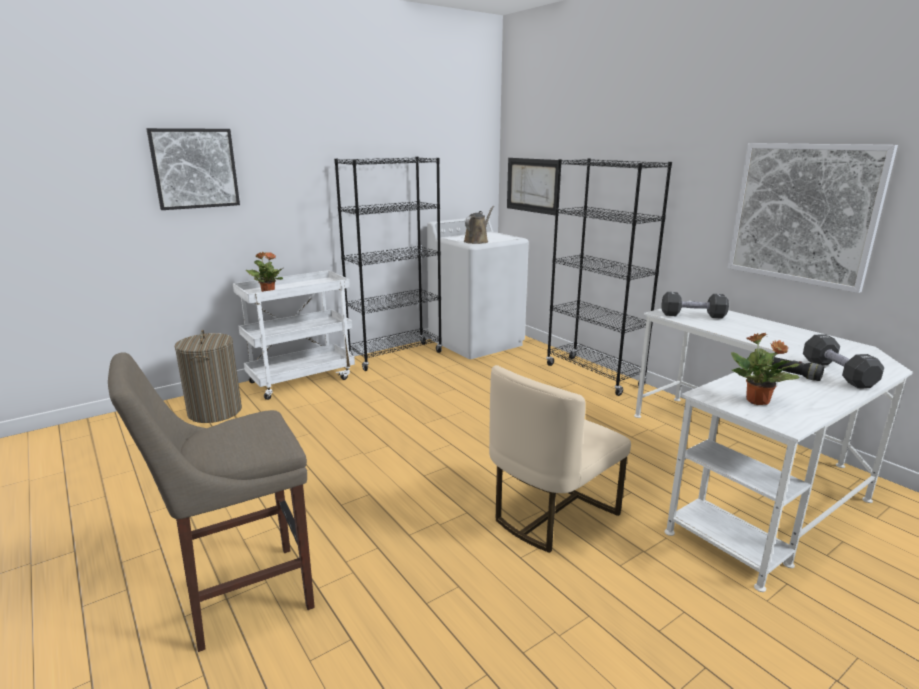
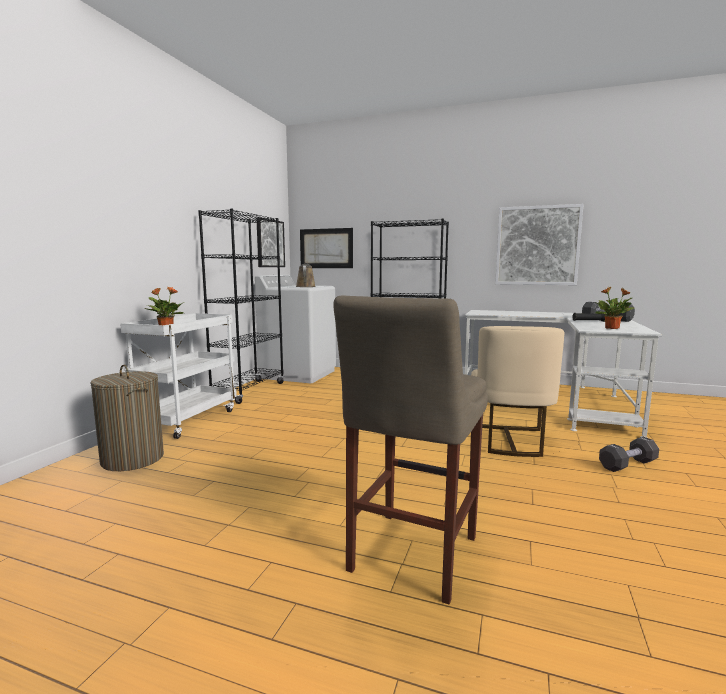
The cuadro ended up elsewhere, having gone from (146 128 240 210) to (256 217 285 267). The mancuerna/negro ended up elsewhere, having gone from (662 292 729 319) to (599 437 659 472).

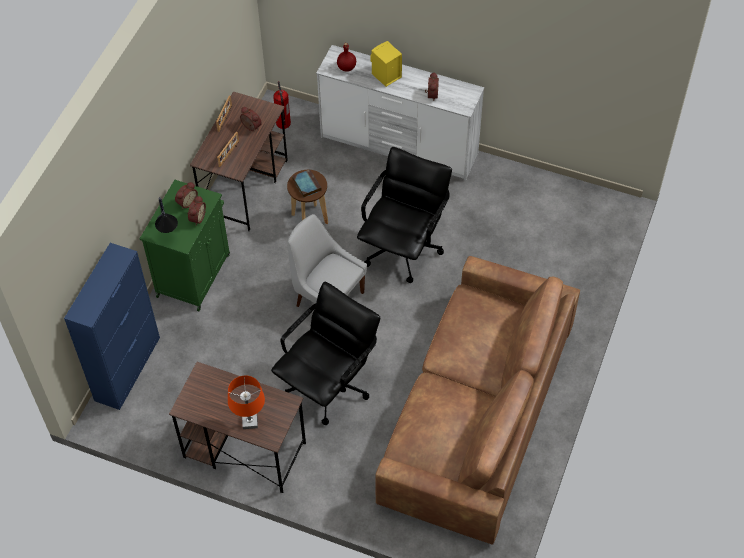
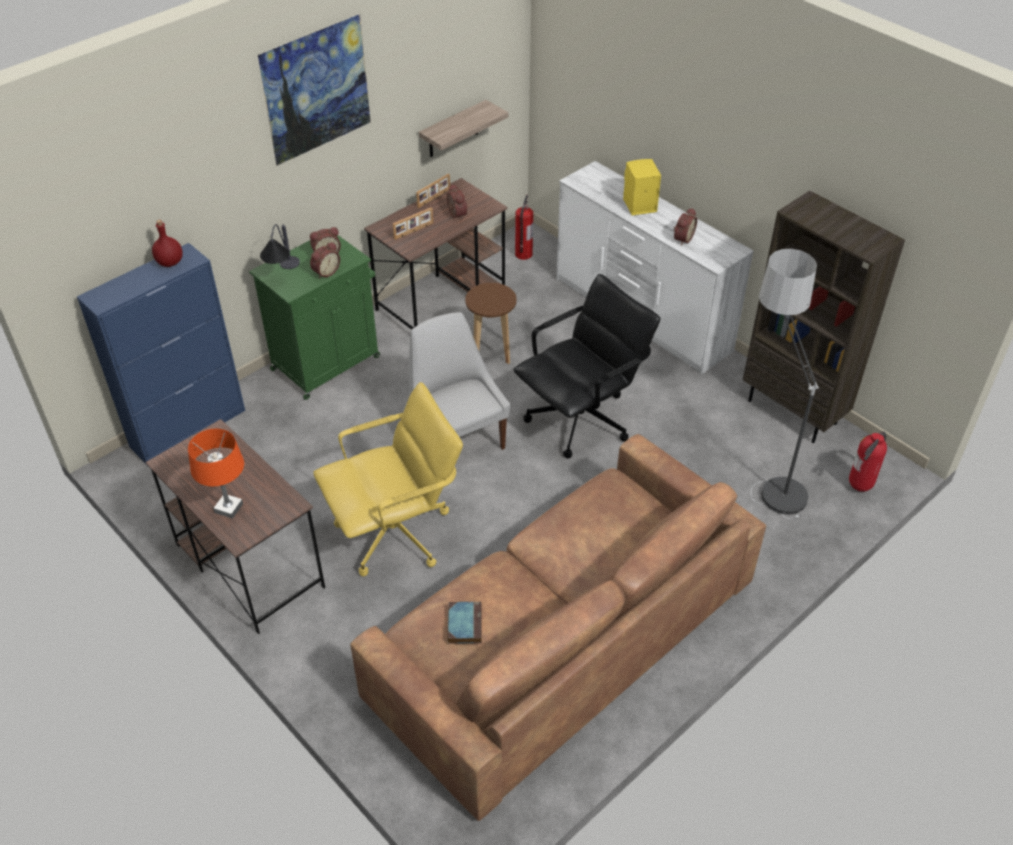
The botella/rojo ended up elsewhere, having gone from (337 43 356 72) to (152 220 183 267). The second view gained the cuadro at (258 14 371 166). What was the silla de oficina/negro at (271 282 380 425) turned into the silla de oficina/amarillo at (313 382 463 577). The second view gained the estante at (419 100 508 157). The libro ended up elsewhere, having gone from (293 170 322 198) to (448 602 482 644). The second view gained the estantería/marrón at (743 191 905 443). The second view gained the lámpara de pie at (751 249 819 519). The second view gained the extintor at (849 431 887 492).

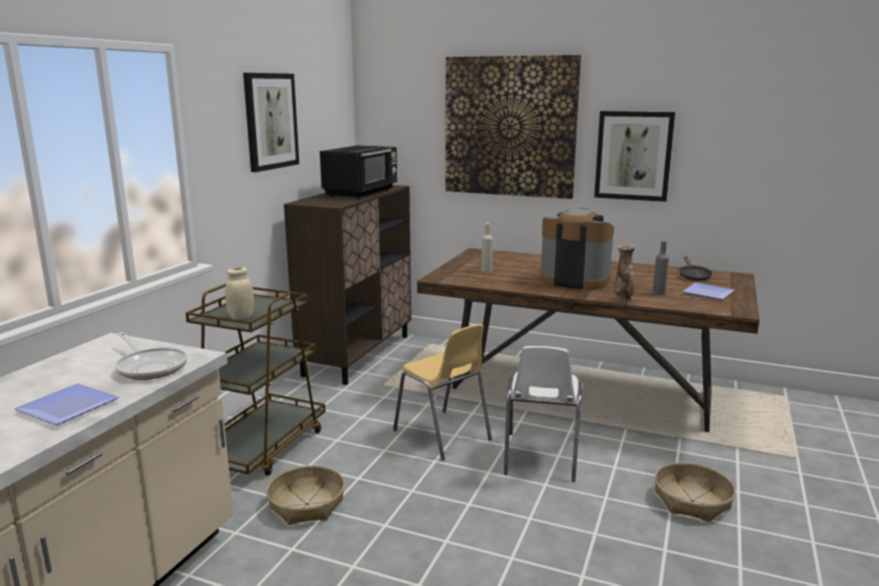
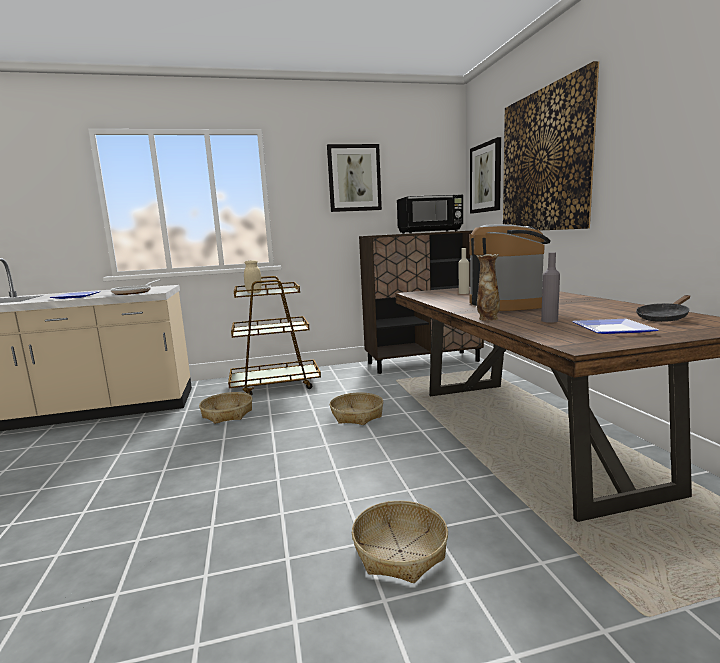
Where the silla/amarillo stood at (393 324 492 460), the cesta came to stand at (330 392 383 425). The cuadro ended up elsewhere, having gone from (594 111 675 202) to (470 137 501 214). The second view lost the silla/blanco at (504 346 583 482).

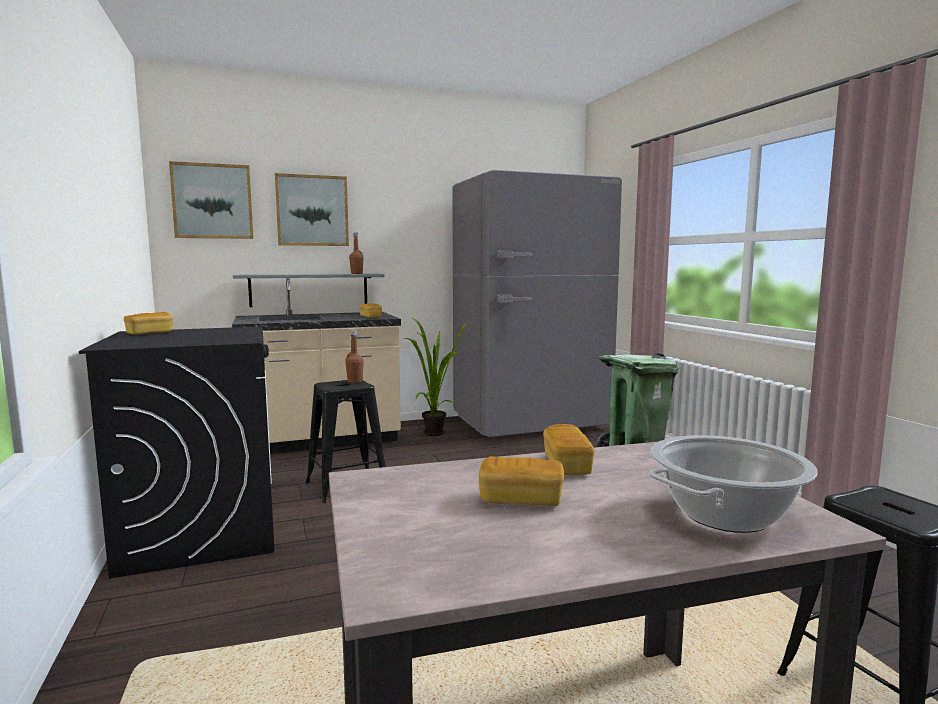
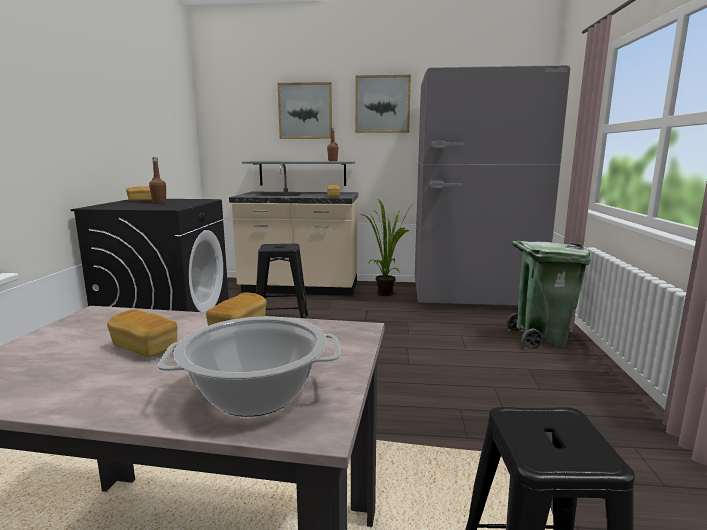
The botella/marrón ended up elsewhere, having gone from (345 330 364 383) to (149 157 166 204). The cuadro ended up elsewhere, having gone from (169 161 253 239) to (355 75 411 133).

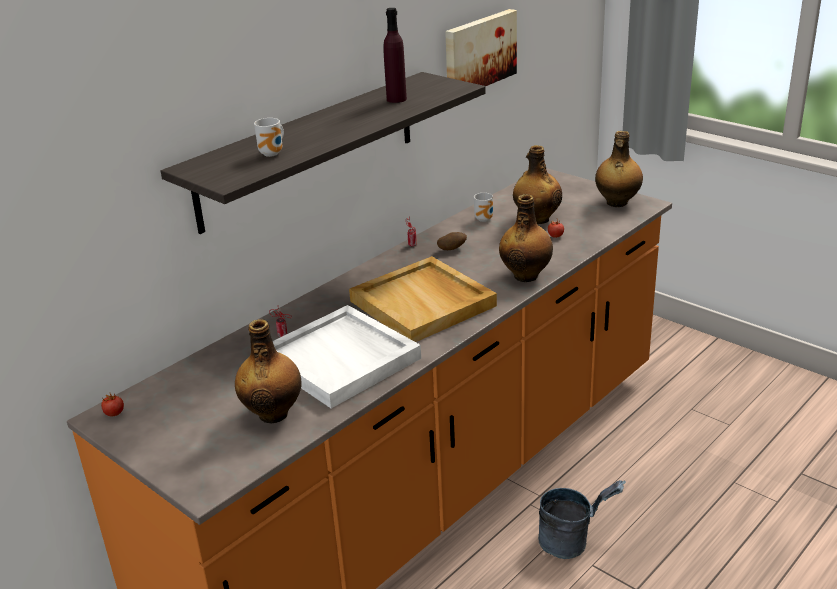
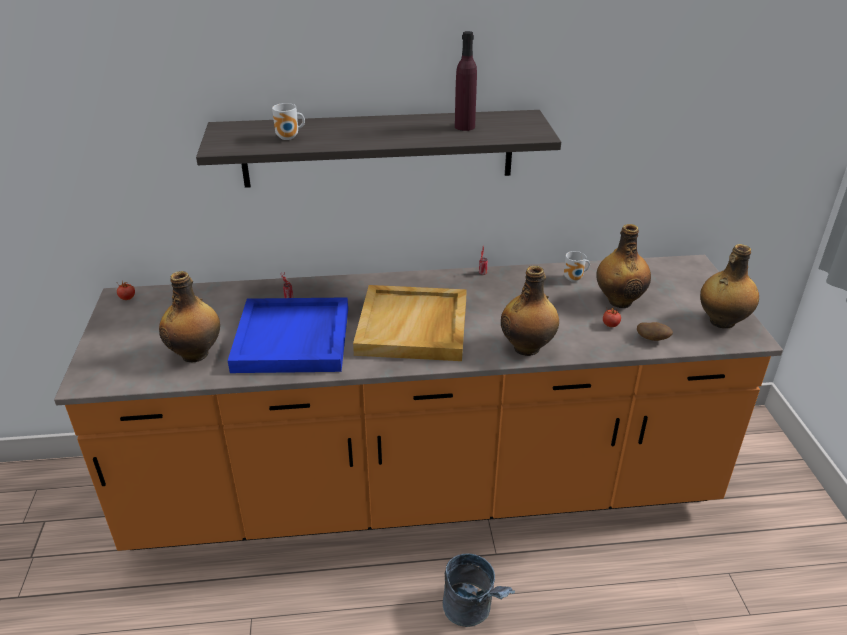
What was the bandeja/blanco at (273 305 421 408) turned into the bandeja/azul at (228 297 348 373). The patata ended up elsewhere, having gone from (437 232 467 250) to (637 322 673 341). The second view lost the cuadro at (445 9 517 86).

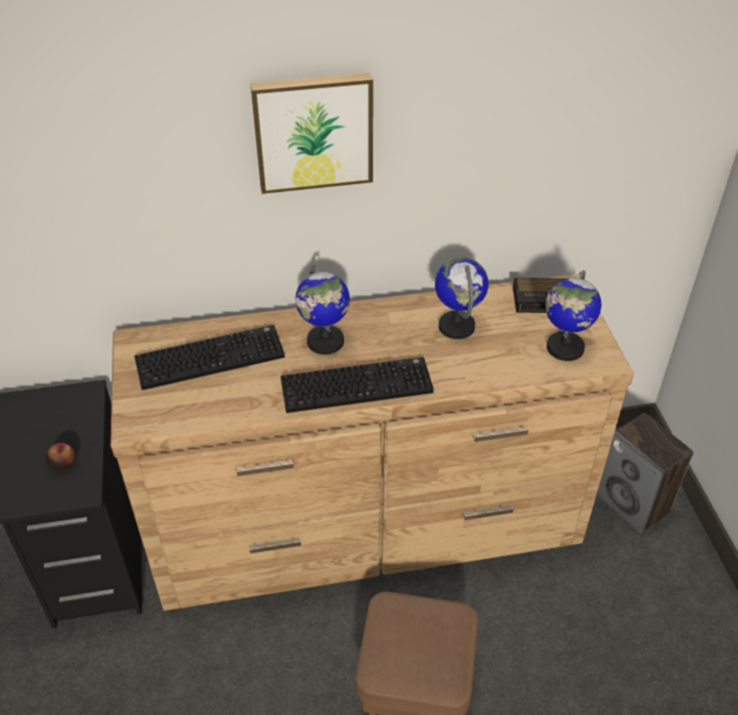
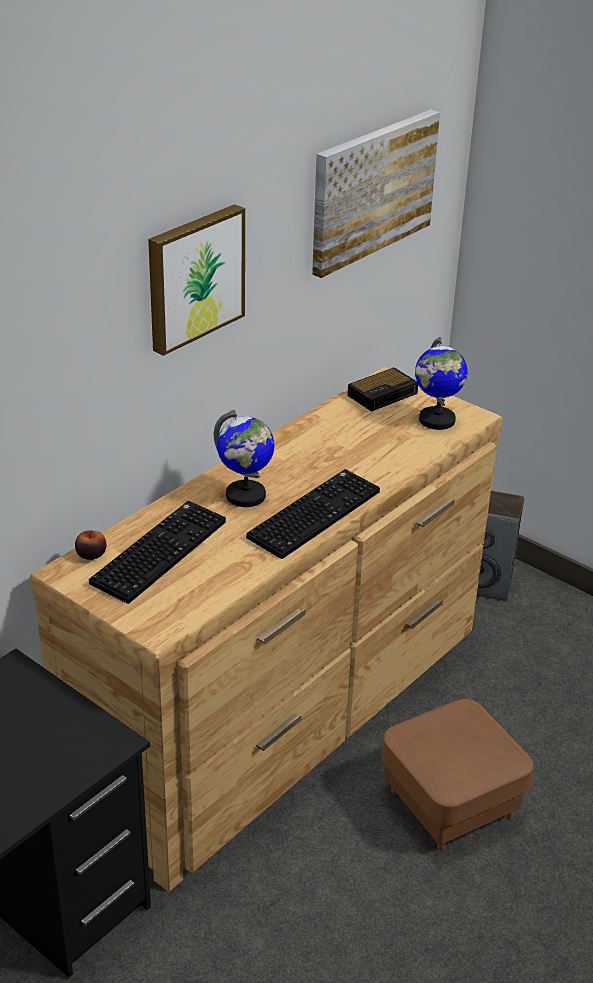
The manzana ended up elsewhere, having gone from (46 443 75 470) to (75 530 107 560). The second view gained the cuadro at (312 110 440 278). The second view lost the globo terráqueo at (435 257 489 339).

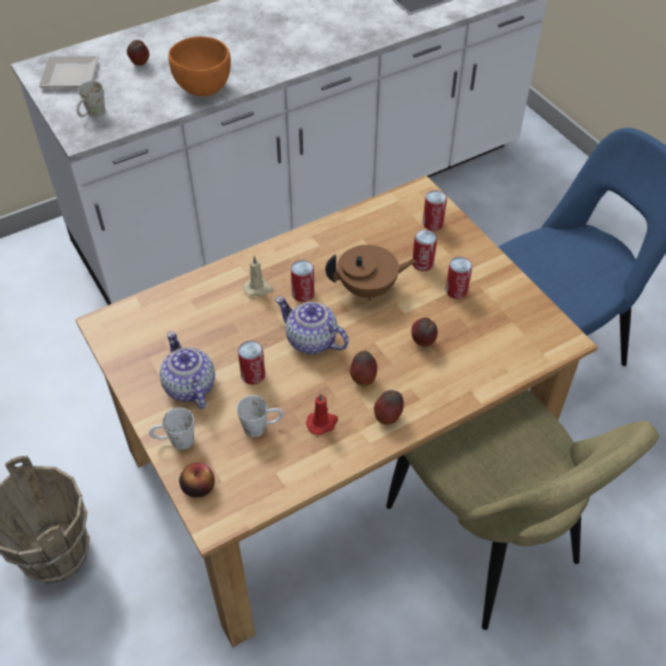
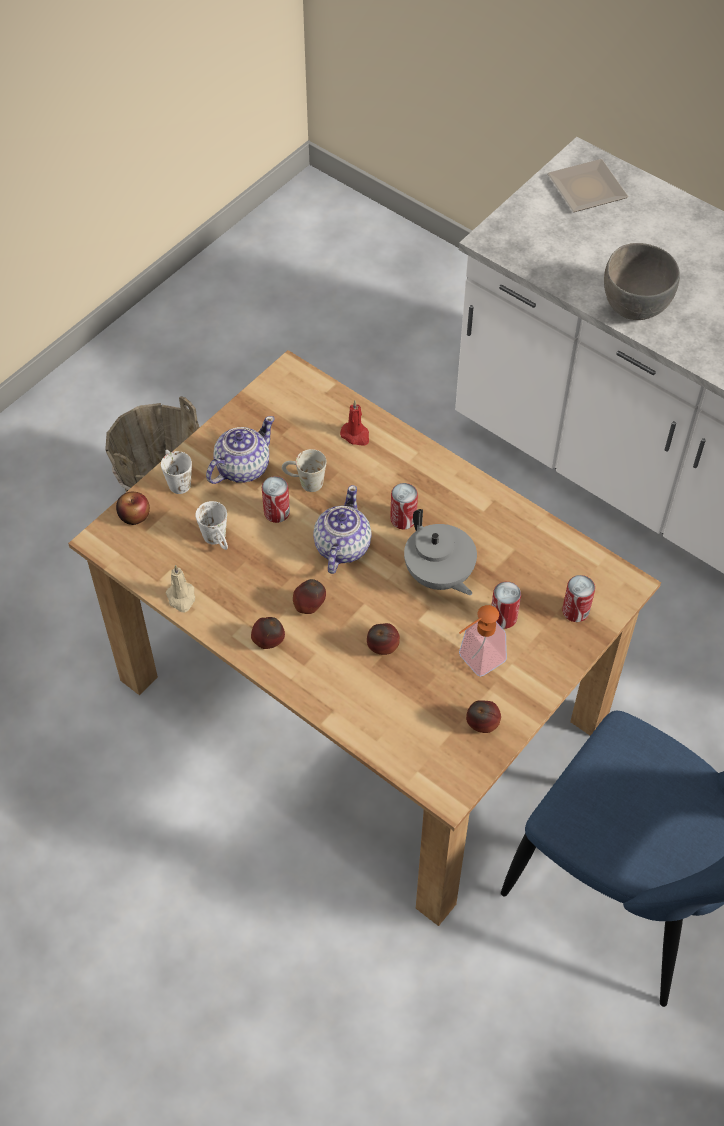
The vela/beis ended up elsewhere, having gone from (244 256 273 296) to (166 565 195 612). The taza grande/blanco ended up elsewhere, having gone from (76 81 105 117) to (282 449 327 492). The vela/rojo ended up elsewhere, having gone from (306 393 338 435) to (340 400 369 446). What was the tetera/marrón at (325 245 415 301) turned into the tetera/gris at (404 509 477 595). Where the lata stood at (446 257 472 299), the dispensador de jabón came to stand at (459 605 507 677). The manzana ended up elsewhere, having gone from (127 40 149 66) to (466 700 501 733). What was the cuenco/naranja at (168 36 231 96) turned into the cuenco/gris at (604 243 680 320). The second view lost the silla/beis at (386 389 659 630).

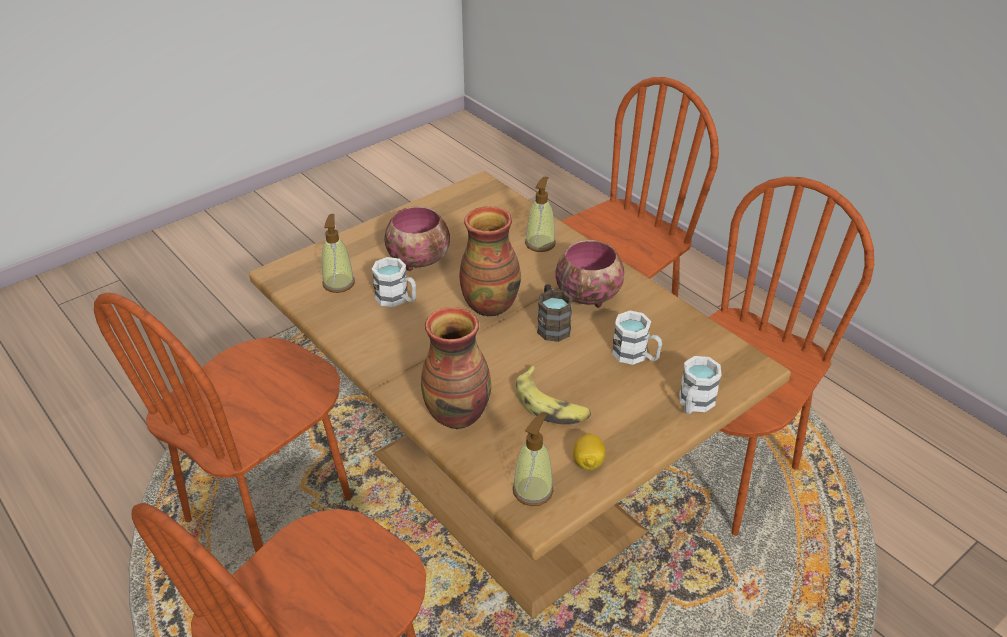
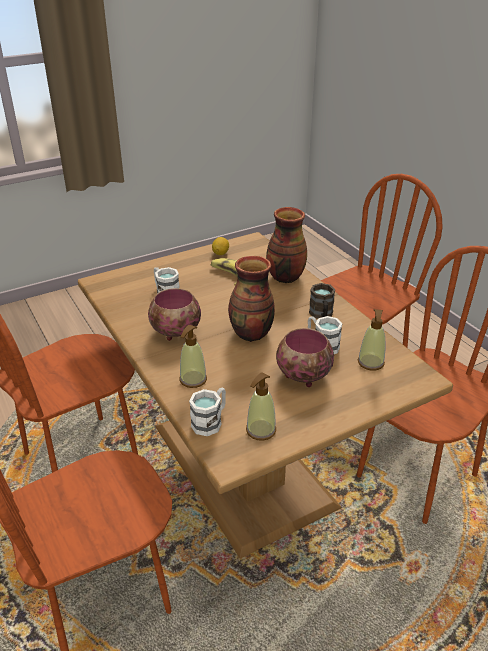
The taza grande/blanco ended up elsewhere, having gone from (679 356 721 415) to (189 388 226 436). The dispensador de jabón ended up elsewhere, having gone from (513 413 554 506) to (246 372 276 441). The taza grande/marrón ended up elsewhere, having gone from (537 284 573 342) to (309 283 335 319).

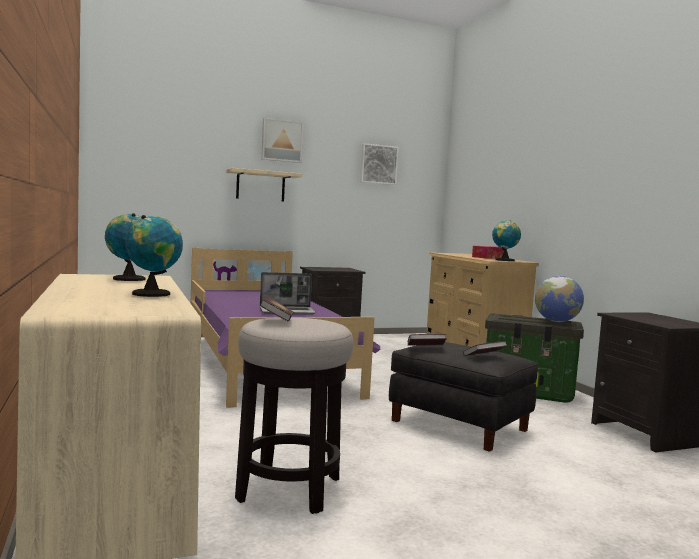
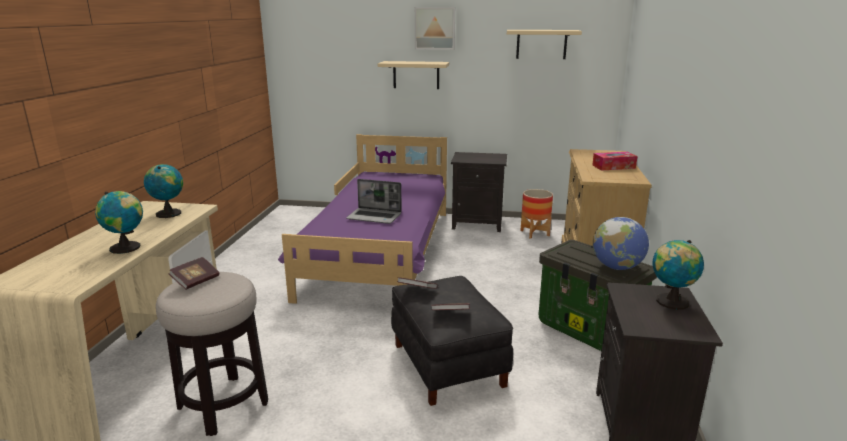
Where the cuadro hung at (360 143 399 185), the estante/beis came to hang at (507 30 582 59). The second view gained the maceta at (521 189 553 239). The globo terráqueo ended up elsewhere, having gone from (492 221 521 261) to (653 240 704 310).

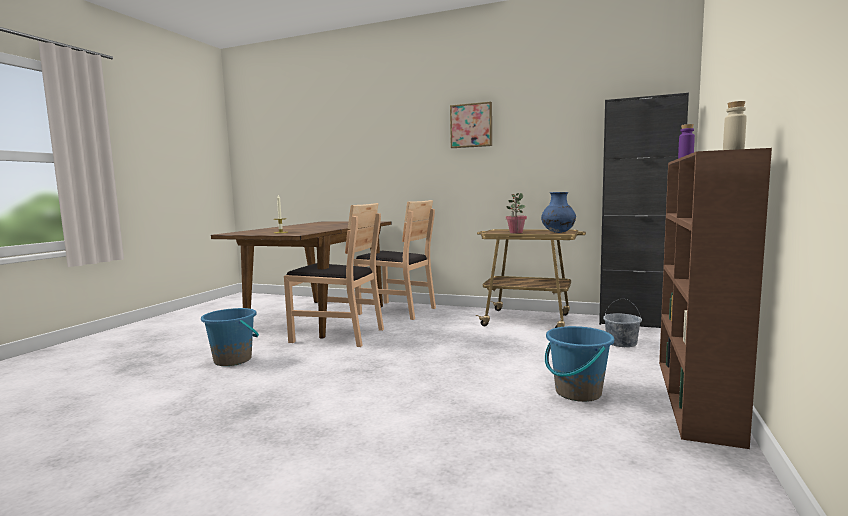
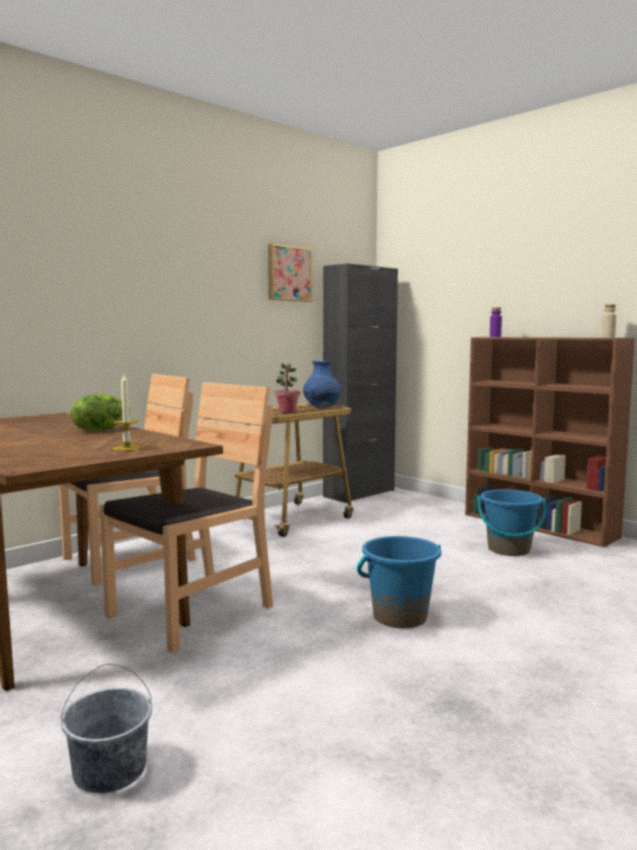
The cubo/gris ended up elsewhere, having gone from (603 298 642 347) to (61 664 152 794). The second view gained the lechuga at (70 394 131 431). The cuadro ended up elsewhere, having gone from (450 102 492 148) to (268 244 312 302). The cubo/azul ended up elsewhere, having gone from (201 308 259 366) to (357 536 441 628).

